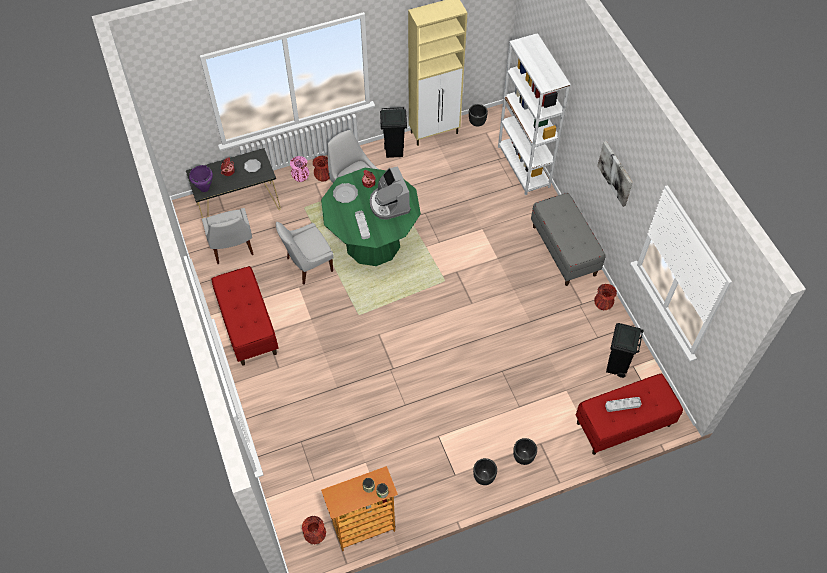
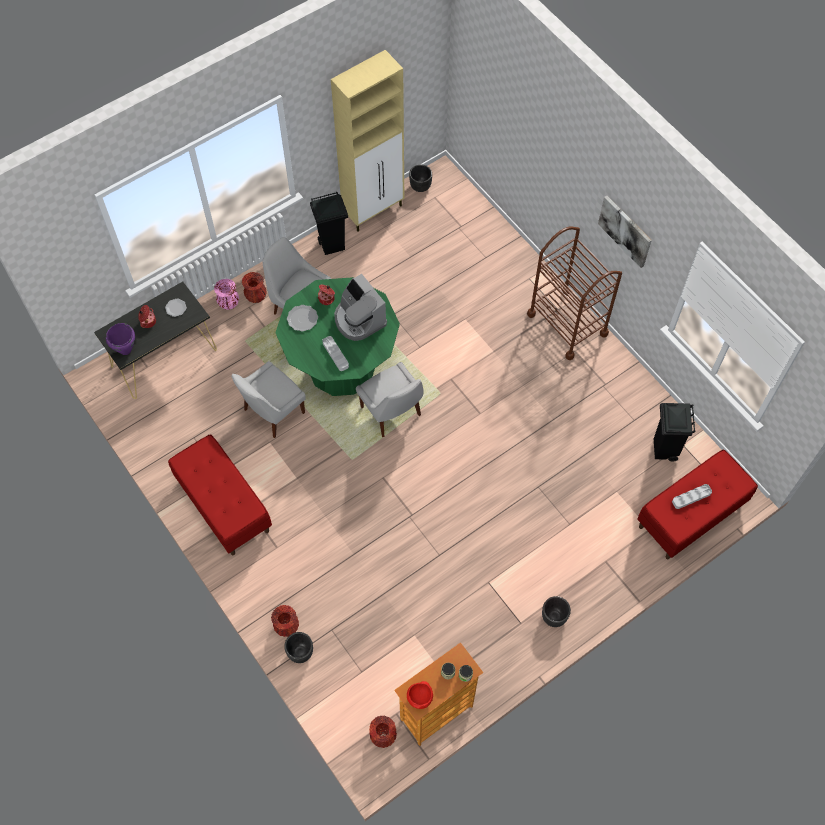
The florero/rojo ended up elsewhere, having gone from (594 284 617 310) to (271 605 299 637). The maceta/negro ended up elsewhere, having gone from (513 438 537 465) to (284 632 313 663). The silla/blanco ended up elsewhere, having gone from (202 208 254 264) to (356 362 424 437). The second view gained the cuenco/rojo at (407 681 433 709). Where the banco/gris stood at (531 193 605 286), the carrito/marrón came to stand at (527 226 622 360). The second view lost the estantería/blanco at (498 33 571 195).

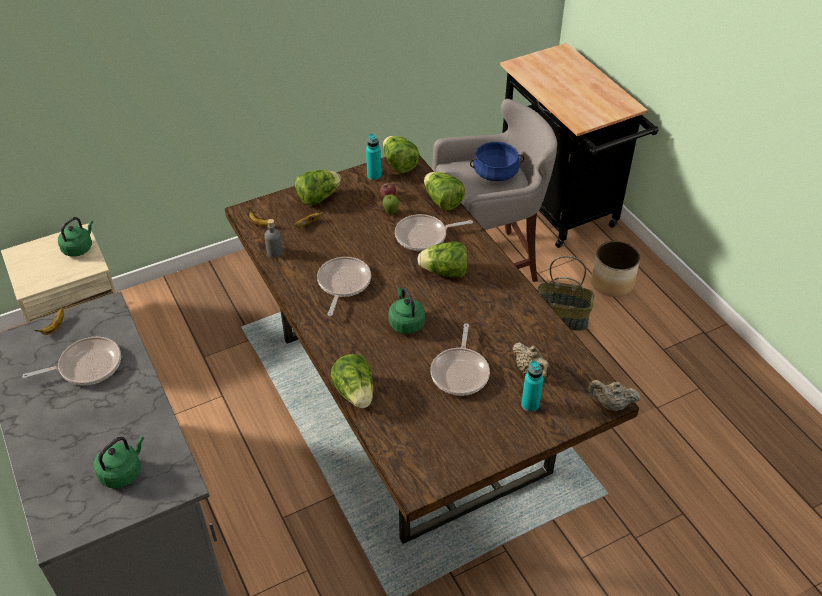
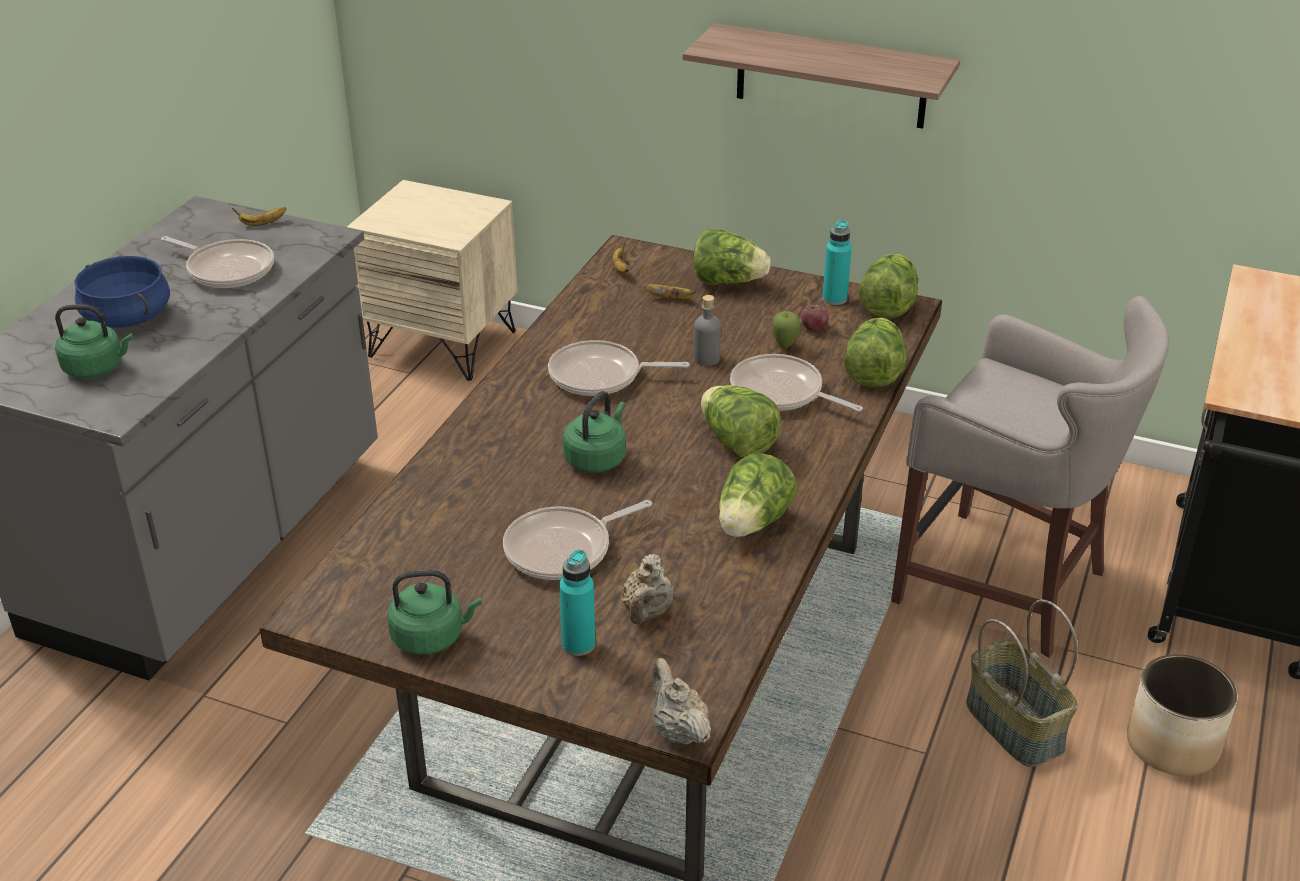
The olla/azul ended up elsewhere, having gone from (470 142 524 181) to (74 256 170 328). The hervidor/verde ended up elsewhere, having gone from (58 217 93 257) to (387 570 482 654). The sartén at (317 257 371 316) ended up facing another way, 150 degrees counterclockwise from before. The second view gained the estante at (683 23 960 129). The botella/gris ended up elsewhere, having gone from (265 219 283 258) to (694 295 721 366). The lechuga ended up elsewhere, having gone from (331 354 374 408) to (719 453 797 537).

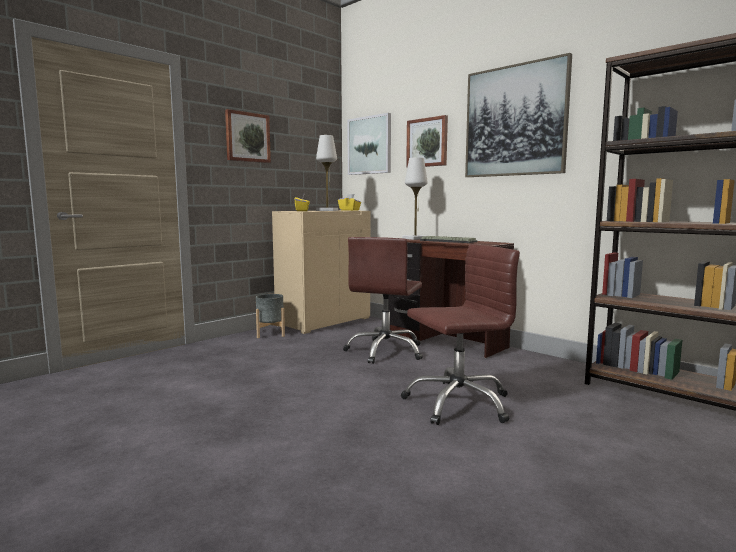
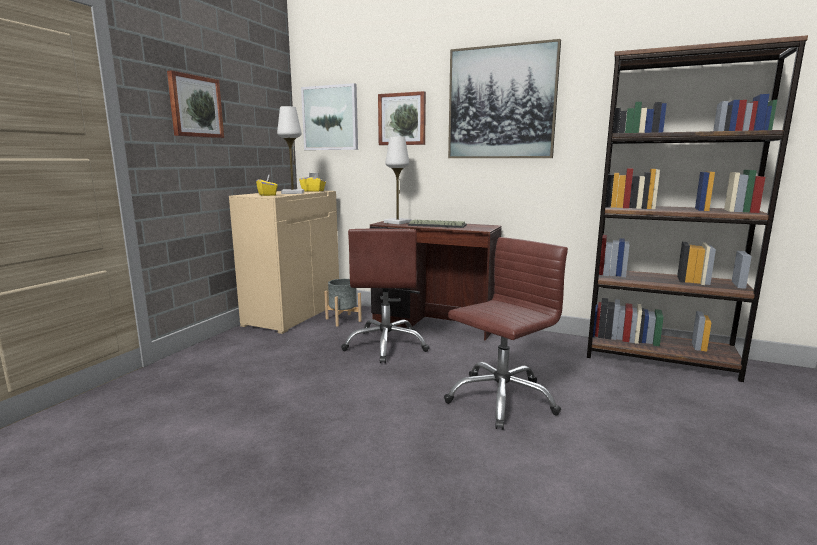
The maceta/gris ended up elsewhere, having gone from (256 294 285 338) to (324 279 362 327).

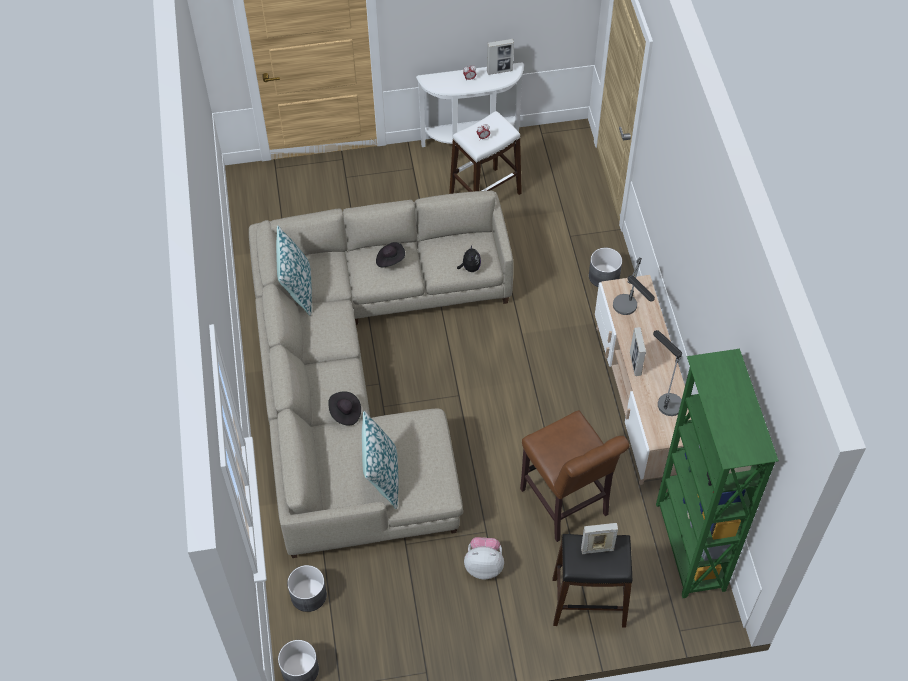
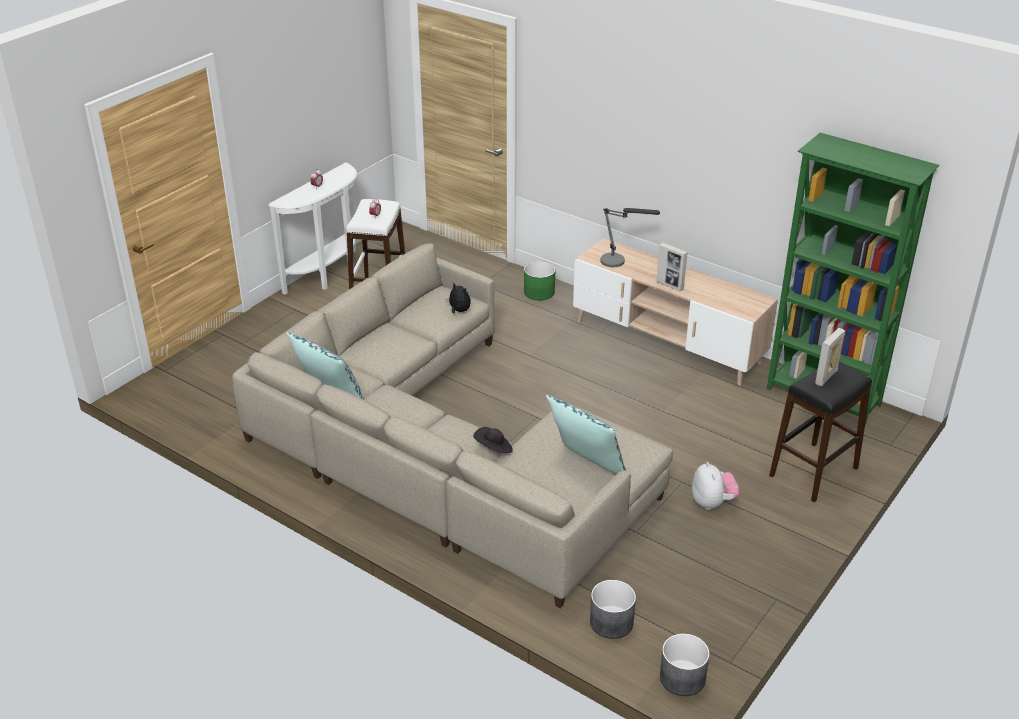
What was the maceta/gris at (589 248 622 287) turned into the maceta/verde at (524 261 555 301). The peluche at (464 537 504 579) ended up facing another way, 120 degrees clockwise from before. The second view lost the sombrero/negro at (376 242 405 267). The second view lost the portarretratos at (487 39 514 75). The second view lost the taburete/marrón at (520 410 629 542). The second view lost the lámpara de mesa at (653 330 682 416).

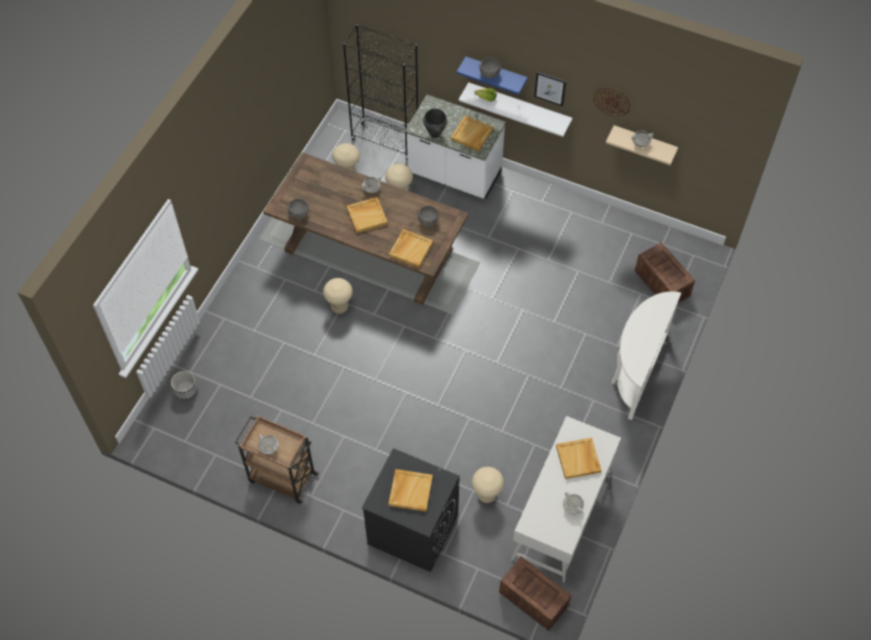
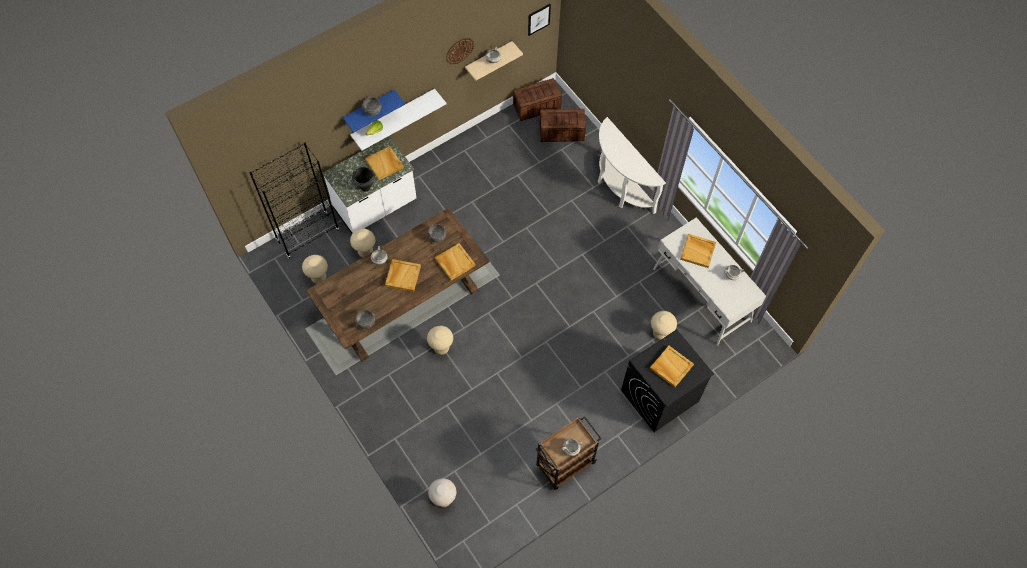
Where the maceta stood at (171 371 198 400), the taburete/beis came to stand at (428 478 456 507). The caja de embalaje ended up elsewhere, having gone from (499 557 572 631) to (513 78 562 121). The cuadro ended up elsewhere, having gone from (534 71 566 107) to (528 4 551 36).

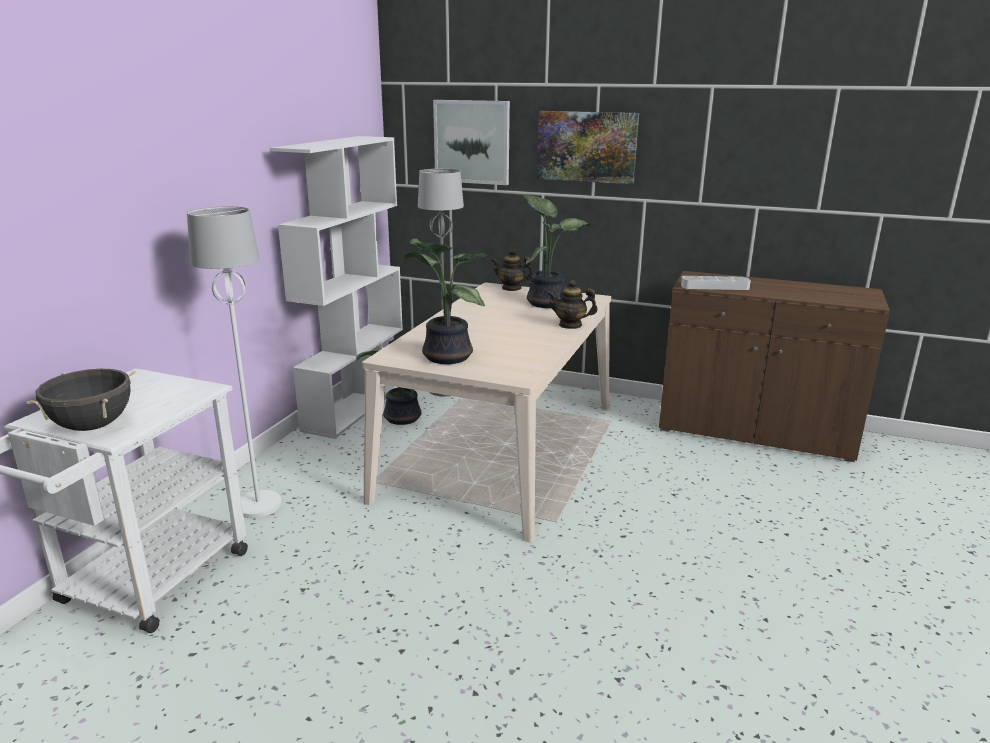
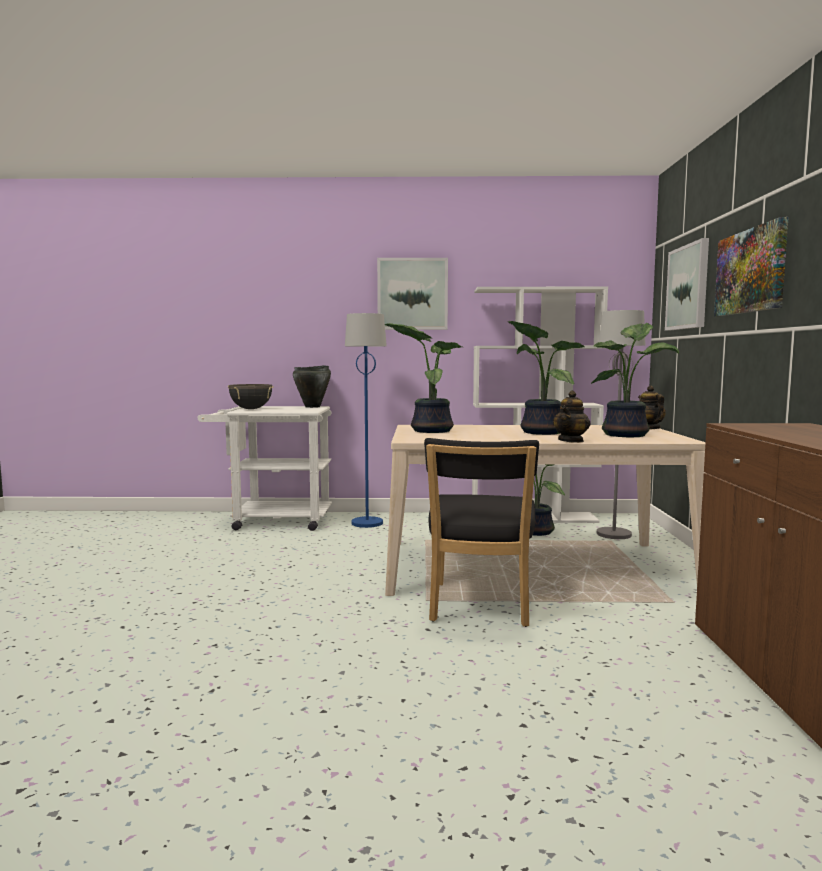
The second view gained the olla/negro at (293 365 331 408). What was the lámpara de pie/blanco at (187 206 282 518) turned into the lámpara de pie/azul at (345 313 387 528). The second view gained the cuadro at (377 258 448 330). The second view gained the silla/negro at (424 438 539 627). The second view gained the planta en maceta at (508 321 584 435). The tetera at (547 280 598 329) ended up facing another way, 135 degrees counterclockwise from before. The second view lost the bandeja/gris at (681 276 751 290).

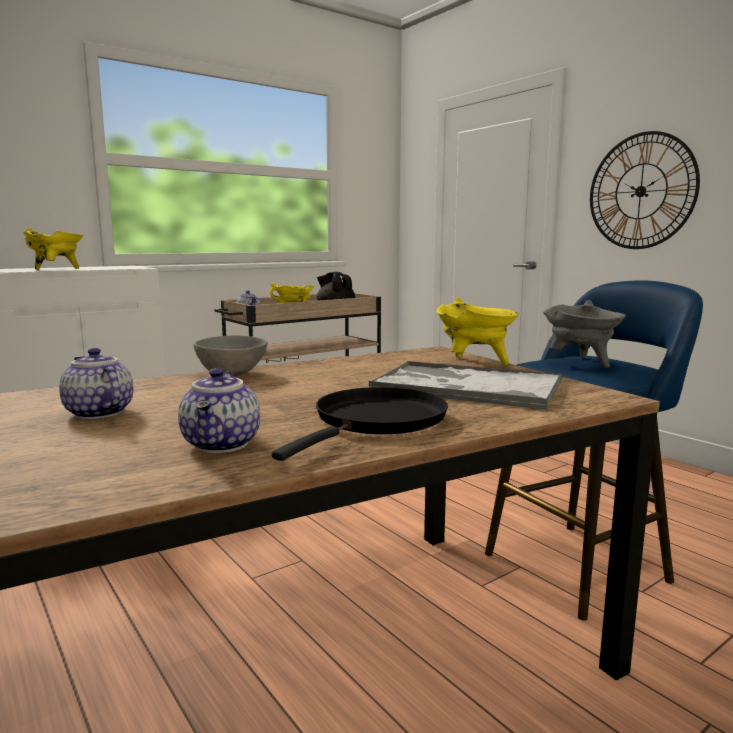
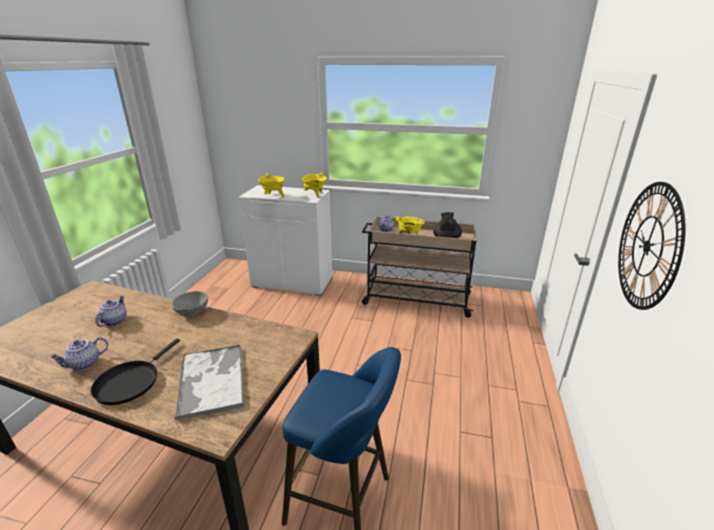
The sartén/negro at (272 387 448 461) ended up facing another way, 120 degrees clockwise from before. The olla/amarillo ended up elsewhere, having gone from (436 297 519 365) to (302 172 327 198). The second view lost the olla/gris at (543 300 626 368).

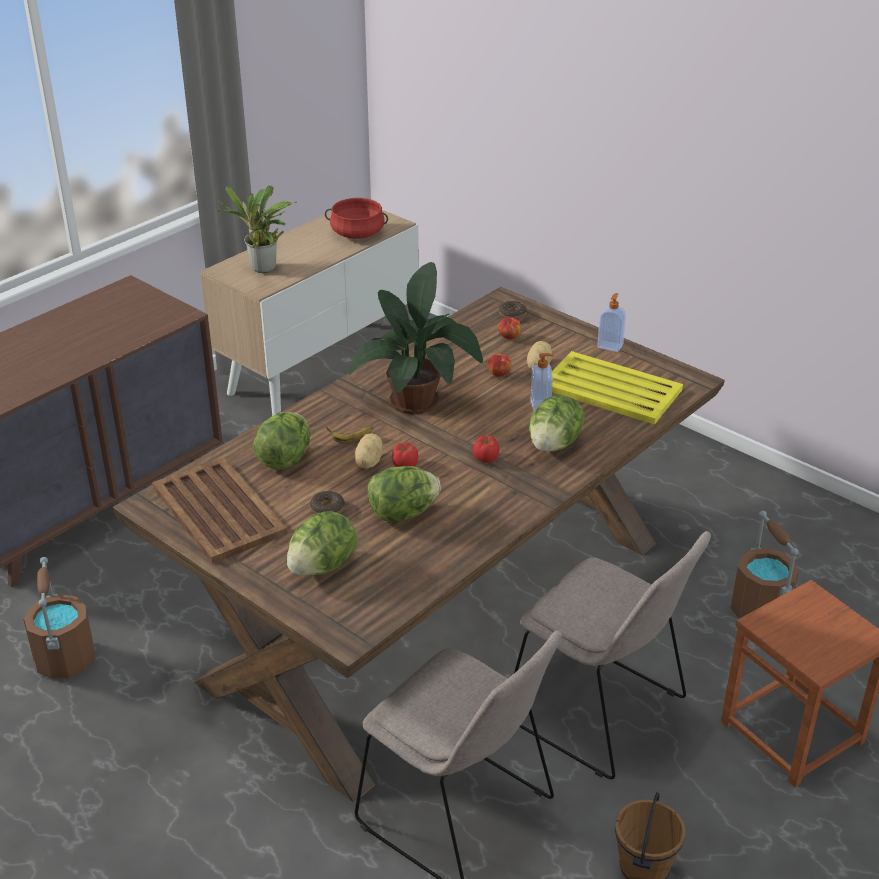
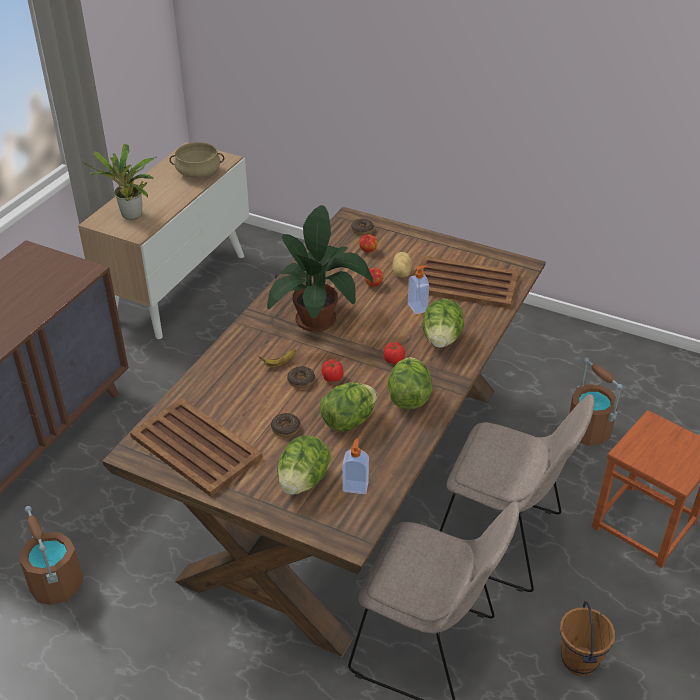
What was the olla/rojo at (325 198 388 239) turned into the olla/beis at (169 142 224 178). Where the patata stood at (355 433 383 468), the rosquilla came to stand at (287 366 315 388). The dispensador de jabón ended up elsewhere, having gone from (597 293 626 352) to (342 438 369 494). The lechuga ended up elsewhere, having gone from (253 412 310 470) to (388 357 432 409). What was the bandeja/amarillo at (552 351 683 425) turned into the bandeja/marrón at (419 256 519 309).

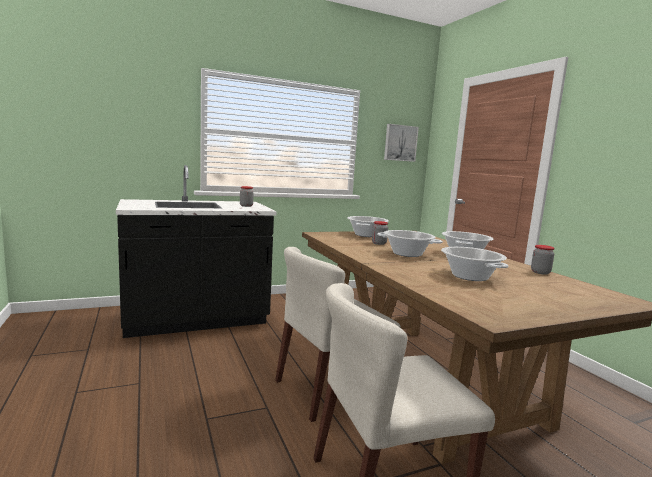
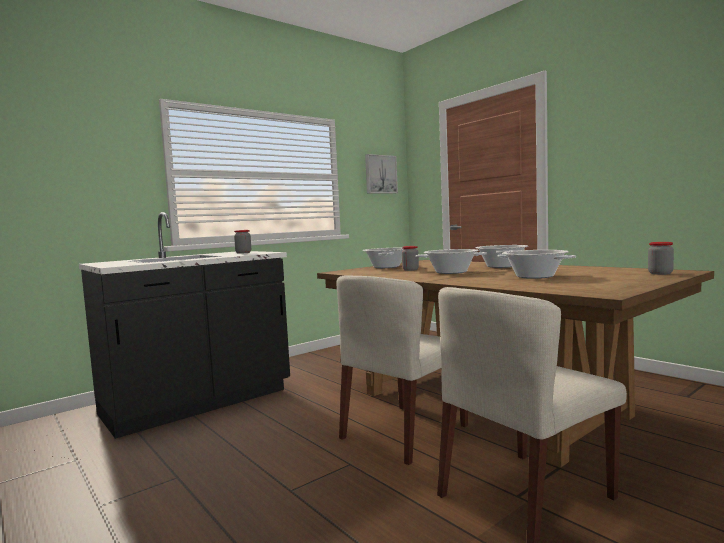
The tarro ended up elsewhere, having gone from (531 245 555 275) to (648 242 674 275).

